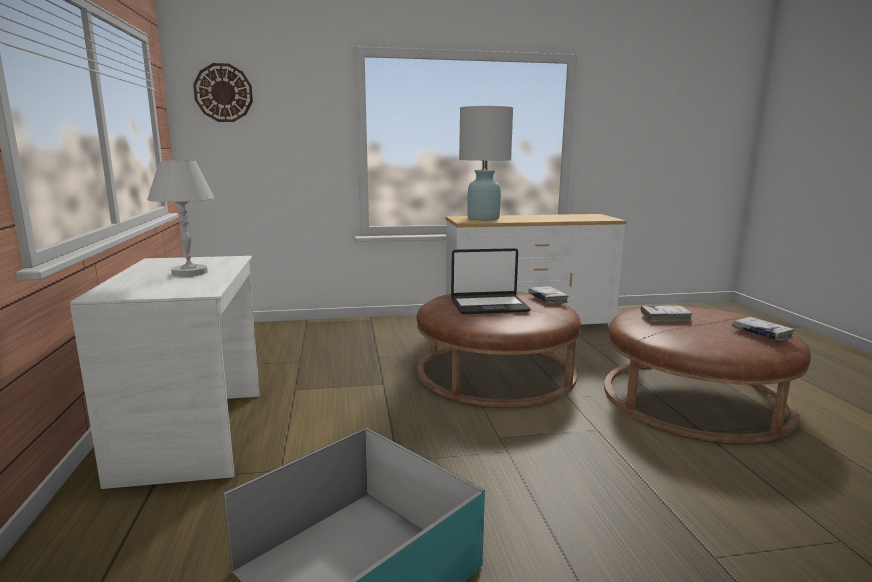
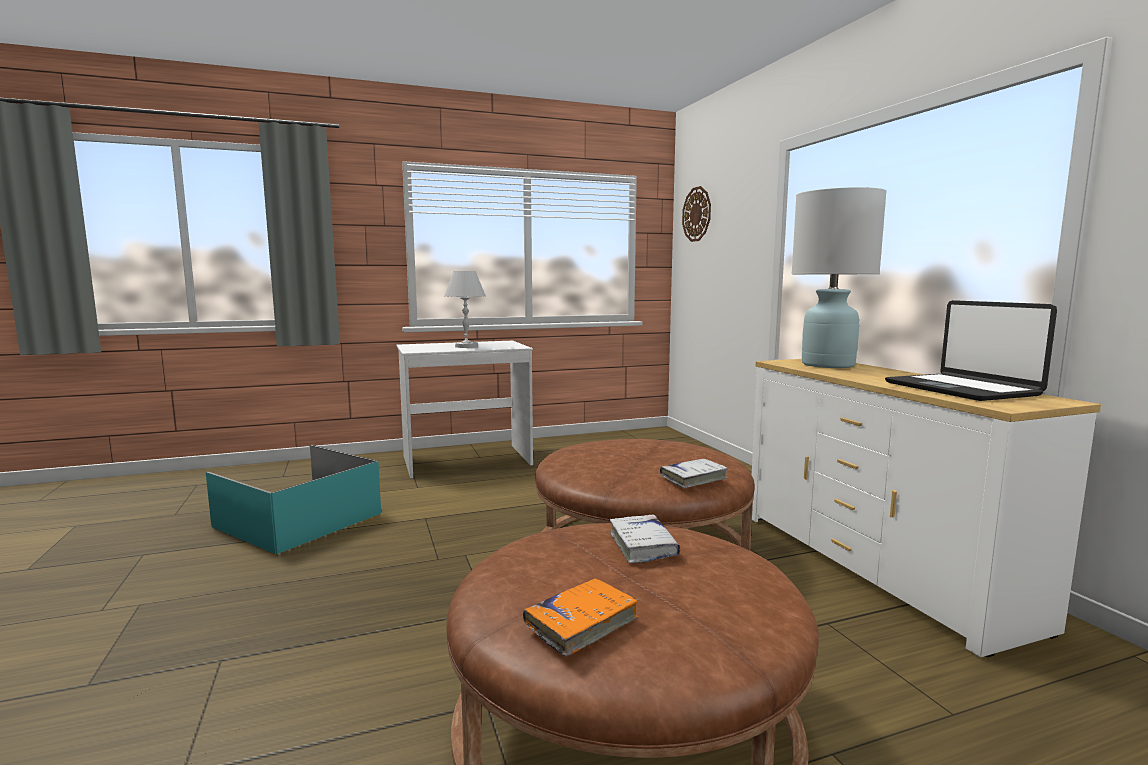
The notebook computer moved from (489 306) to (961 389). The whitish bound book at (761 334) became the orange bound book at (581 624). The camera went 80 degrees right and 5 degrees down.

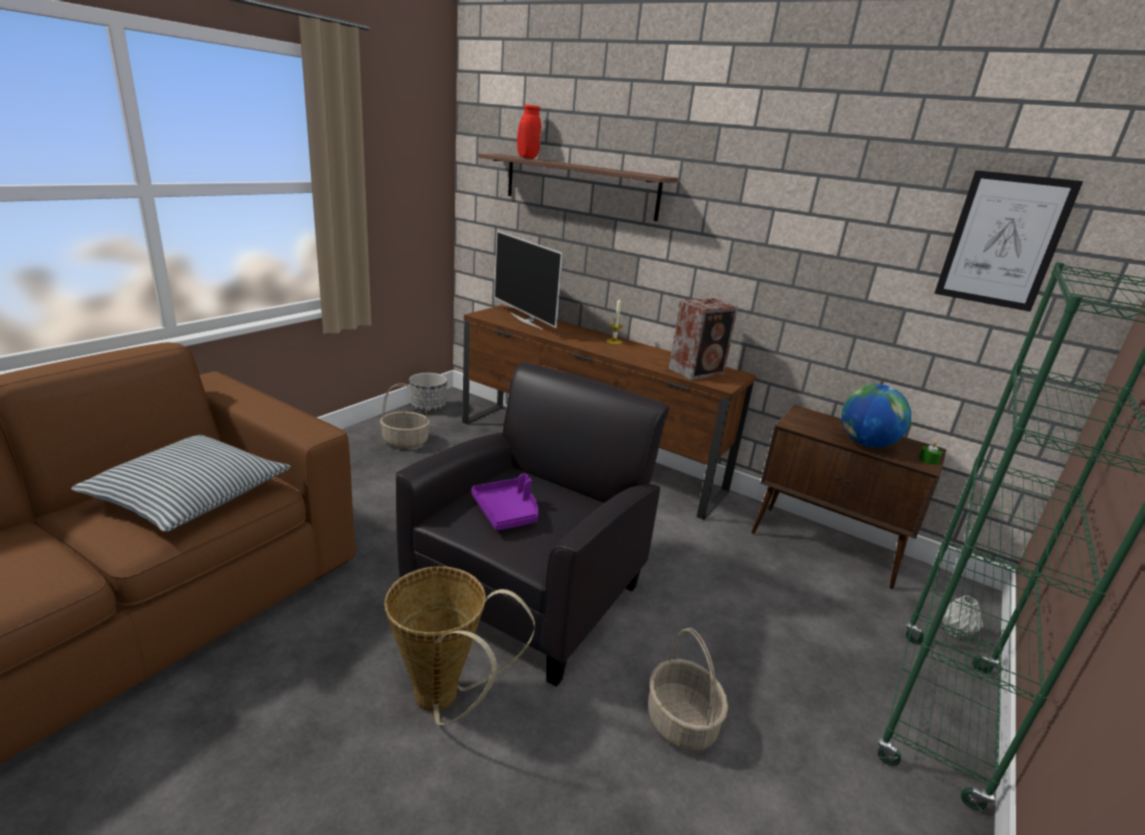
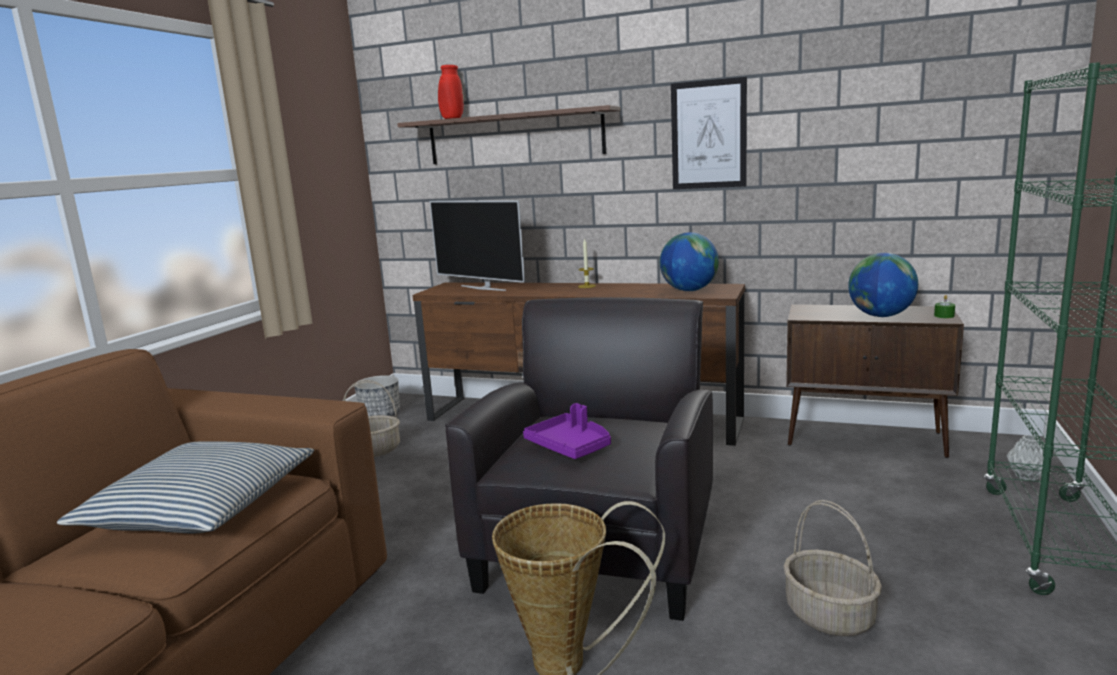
The wall picture moved from (1003 241) to (708 135). The speaker at (698 371) was replaced by the world globe at (689 290). The camera went 10 degrees left and 10 degrees down.

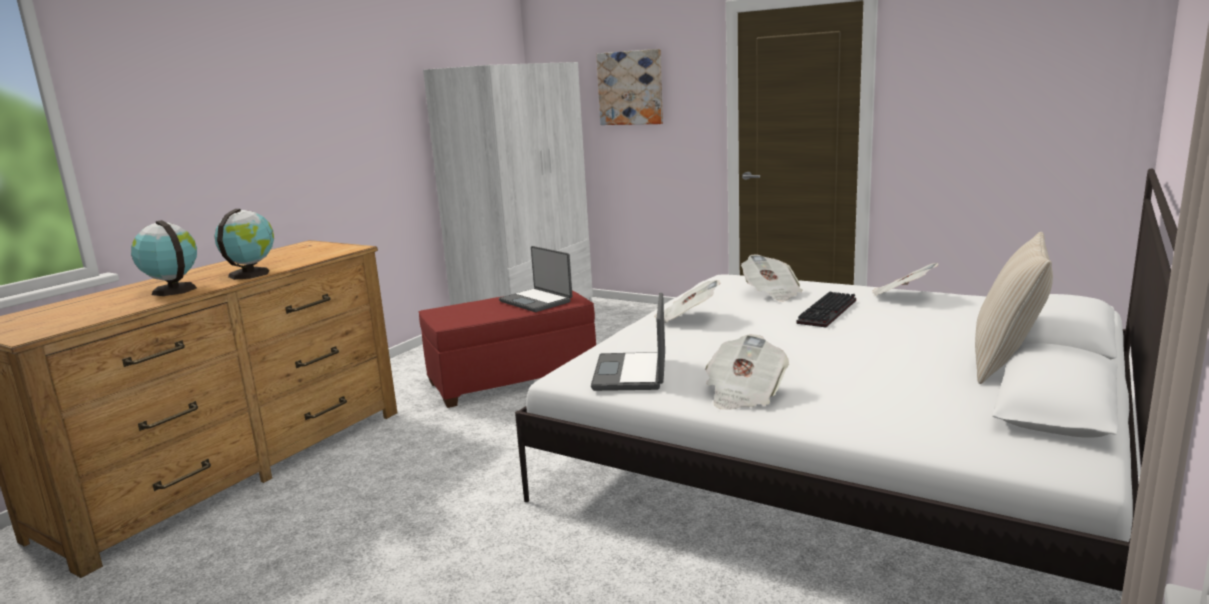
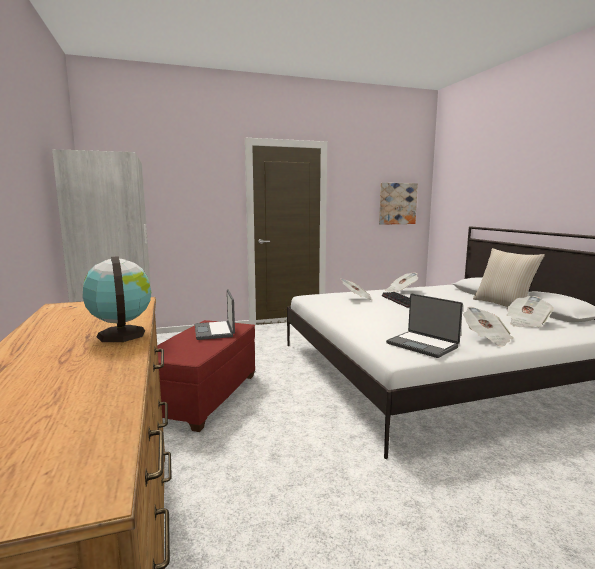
The world globe at (173 290) disappeared. The wall picture moved from (630 88) to (397 203). The printed paper moved from (686 318) to (526 323). The notebook computer at (536 301) turned 75 degrees clockwise. The camera went 50 degrees left and 5 degrees down.

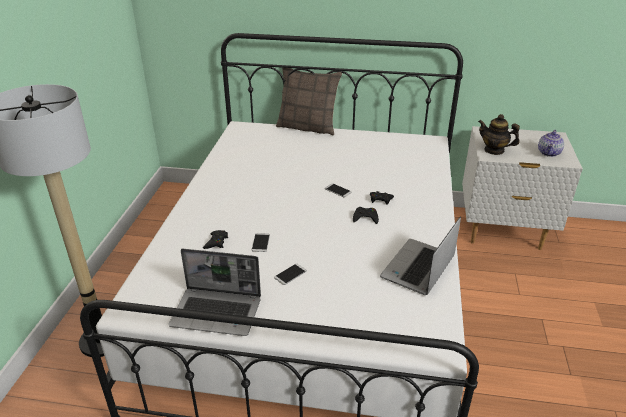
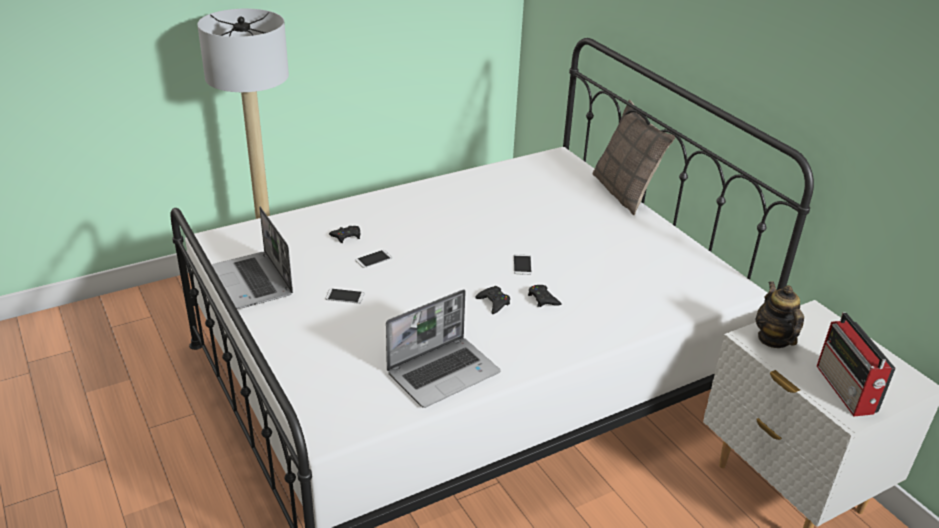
The tea pot at (549 153) was replaced by the radio set at (846 390). The notebook computer at (418 269) turned 150 degrees clockwise. The camera went 50 degrees right and 0 degrees up.

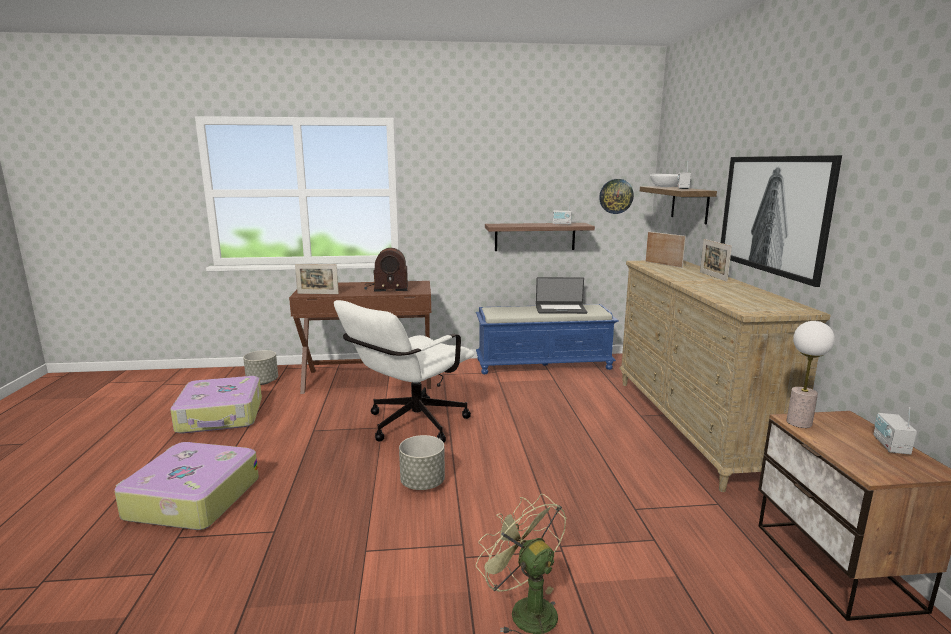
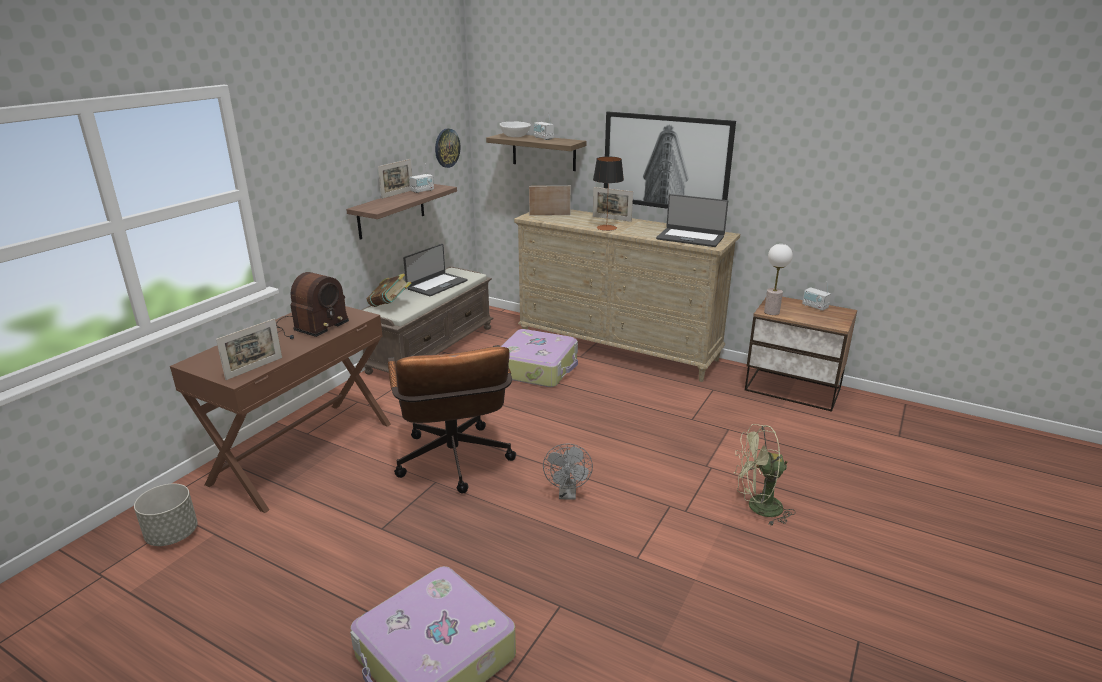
The bound book at (390 306) appeared. The standing frame at (397 194) appeared. The tabletop lamp at (606 228) appeared. The notebook computer at (690 238) appeared. The travel case moved from (221 416) to (537 368). The gray flower pot at (423 483) was replaced by the gray fan at (568 494). The whitish desk chair at (409 426) became the brown-coloured desk chair at (455 465). The bluish bench at (544 364) became the brown-coloured bench at (431 348). The camera went 55 degrees left and 10 degrees up.

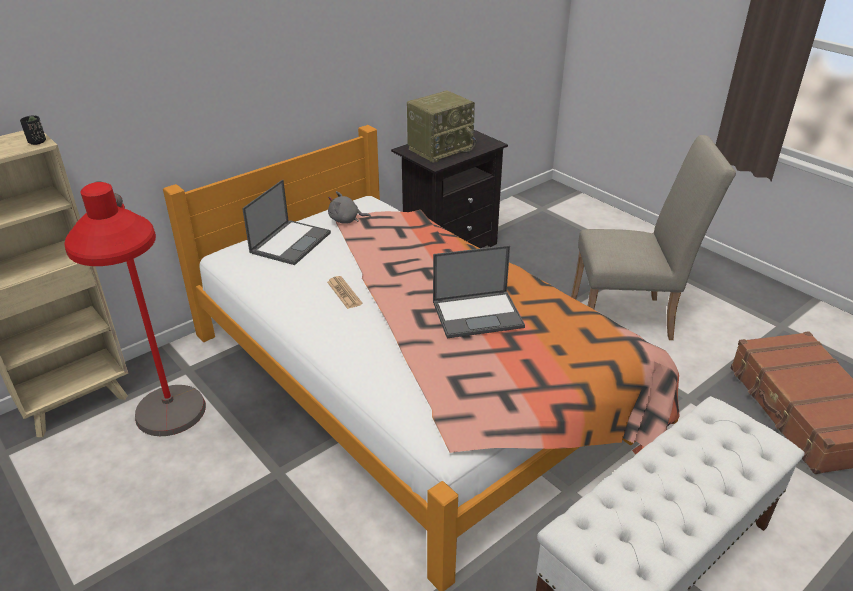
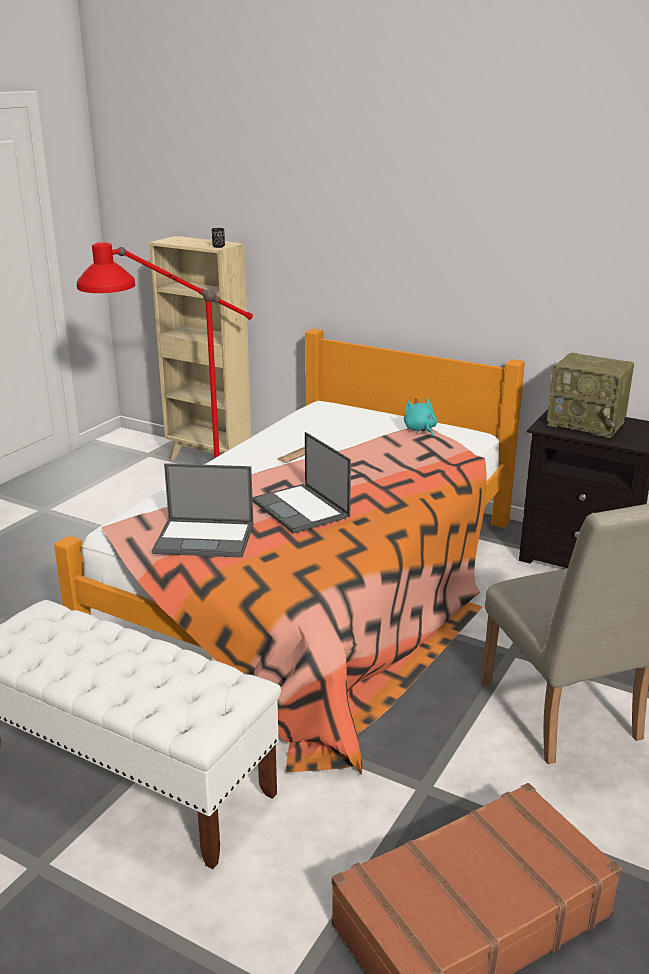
The notebook computer moved from (291 242) to (206 538). The gray plush toy at (346 220) became the turquoise plush toy at (420 430). The camera went 70 degrees right and 10 degrees down.

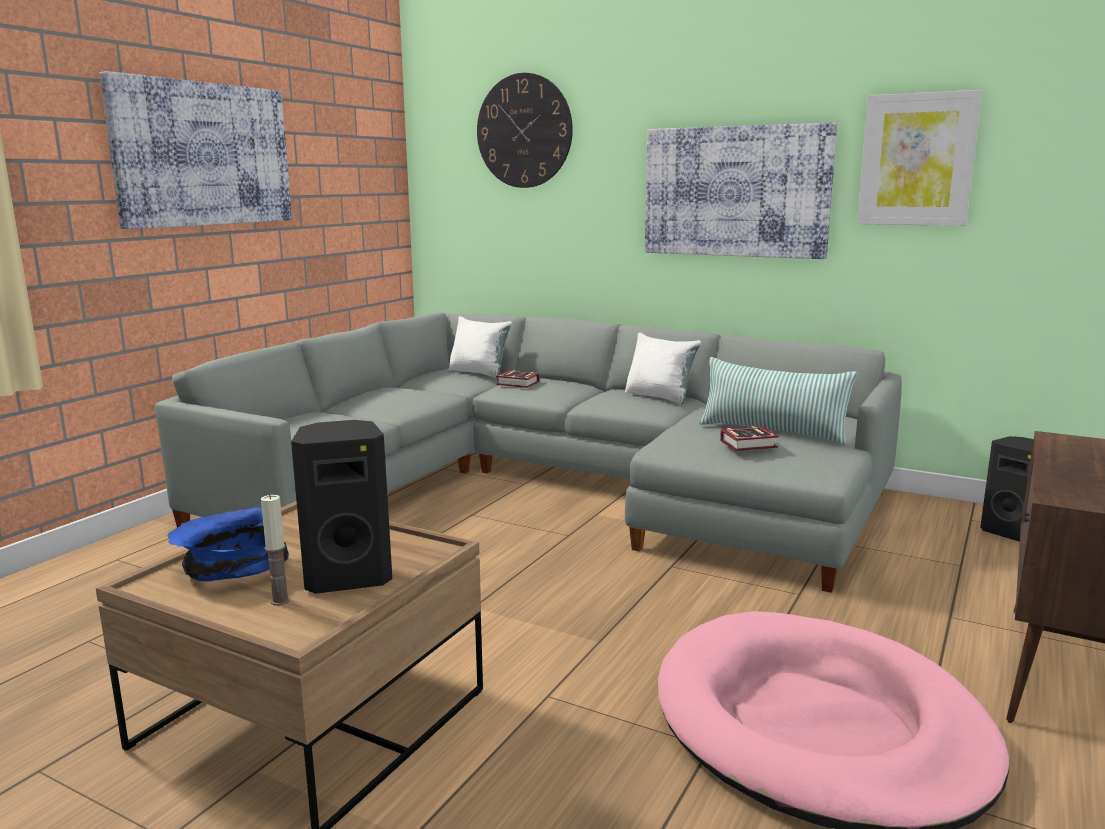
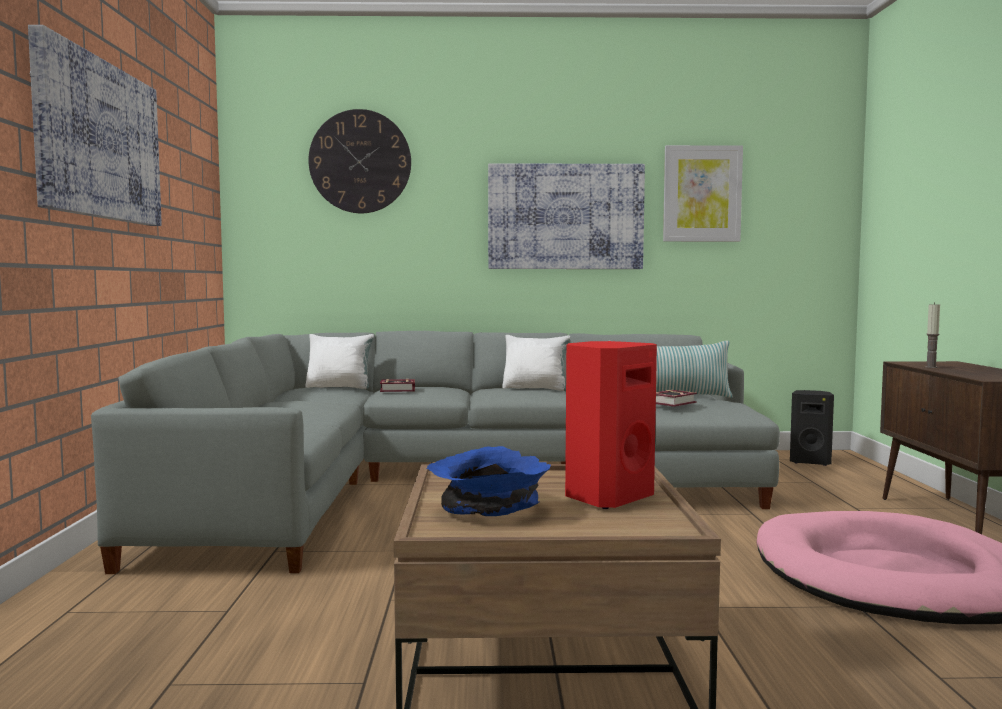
The wax light moved from (280 601) to (931 367). The black-coloured speaker at (348 577) became the red speaker at (606 497). The camera went 30 degrees left and 10 degrees down.

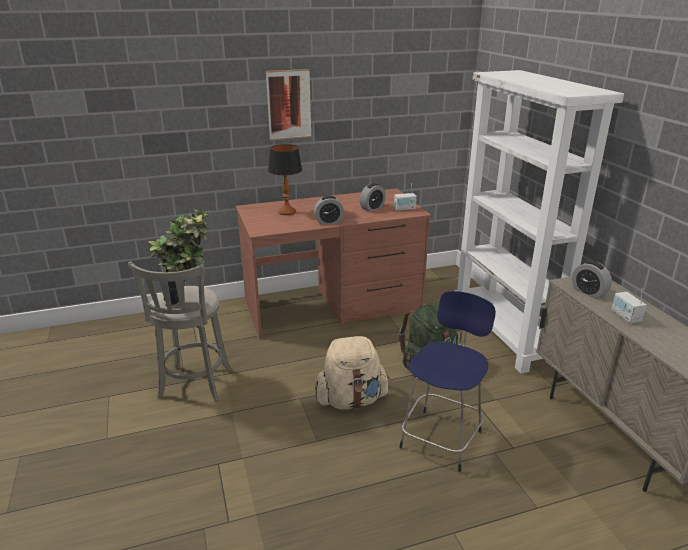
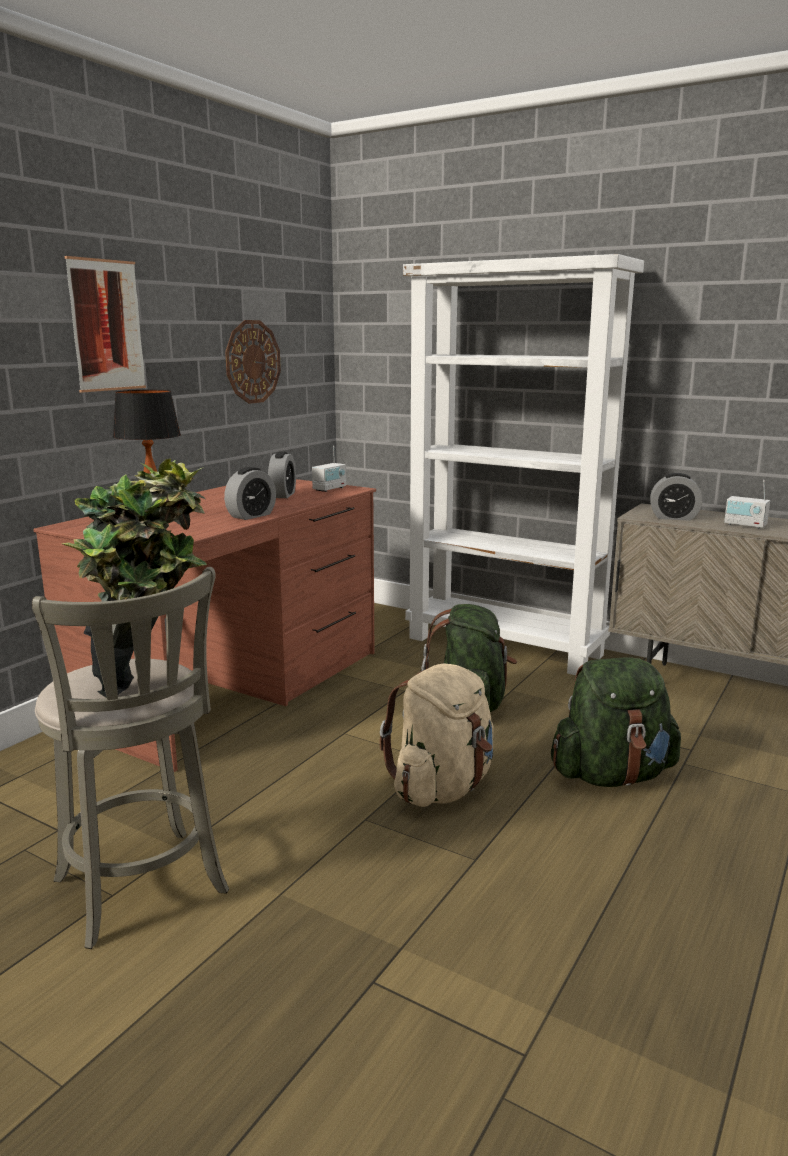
The hanging clock at (252 362) appeared. The bluish sitting stool at (442 437) was replaced by the green knapsack at (612 775). The camera went 40 degrees left and 10 degrees down.

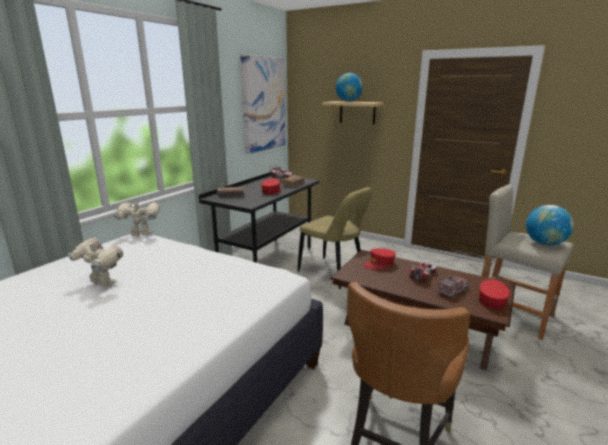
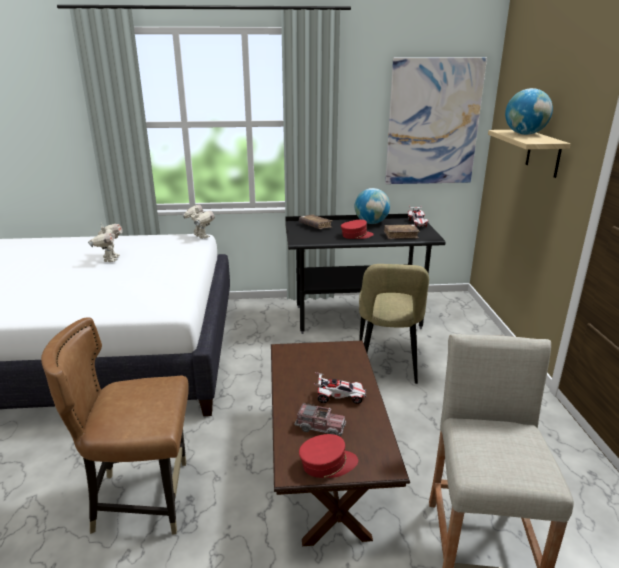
The red cap at (379 264) disappeared. The world globe moved from (544 243) to (371 223). The camera went 55 degrees right and 5 degrees up.

